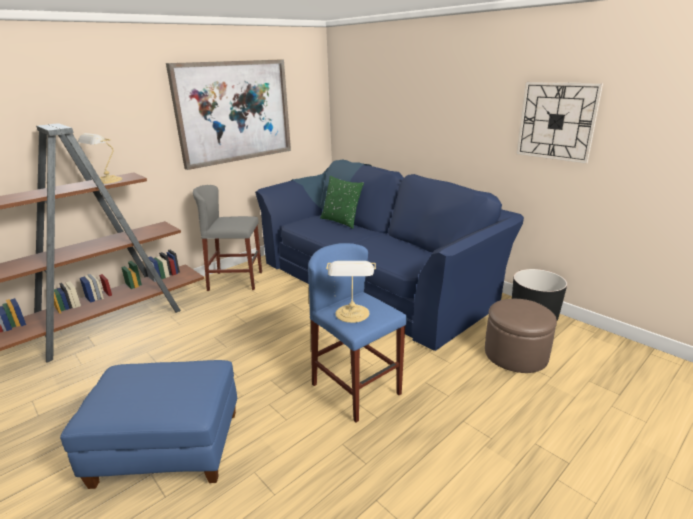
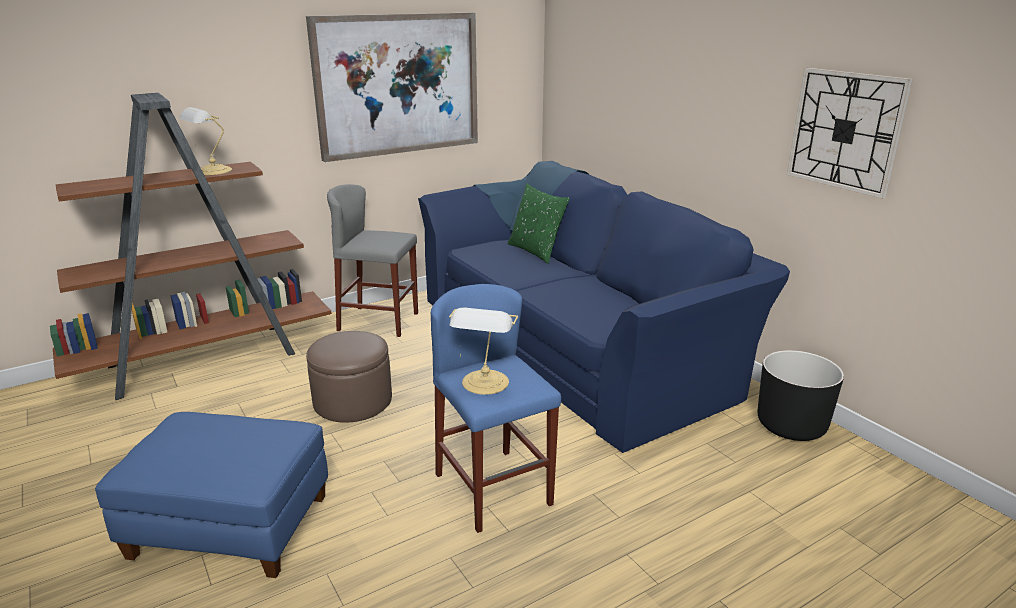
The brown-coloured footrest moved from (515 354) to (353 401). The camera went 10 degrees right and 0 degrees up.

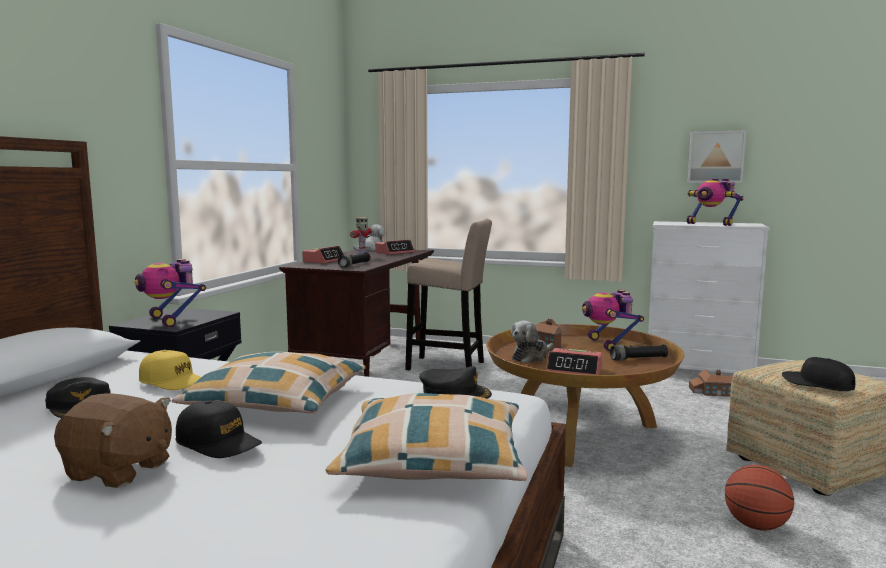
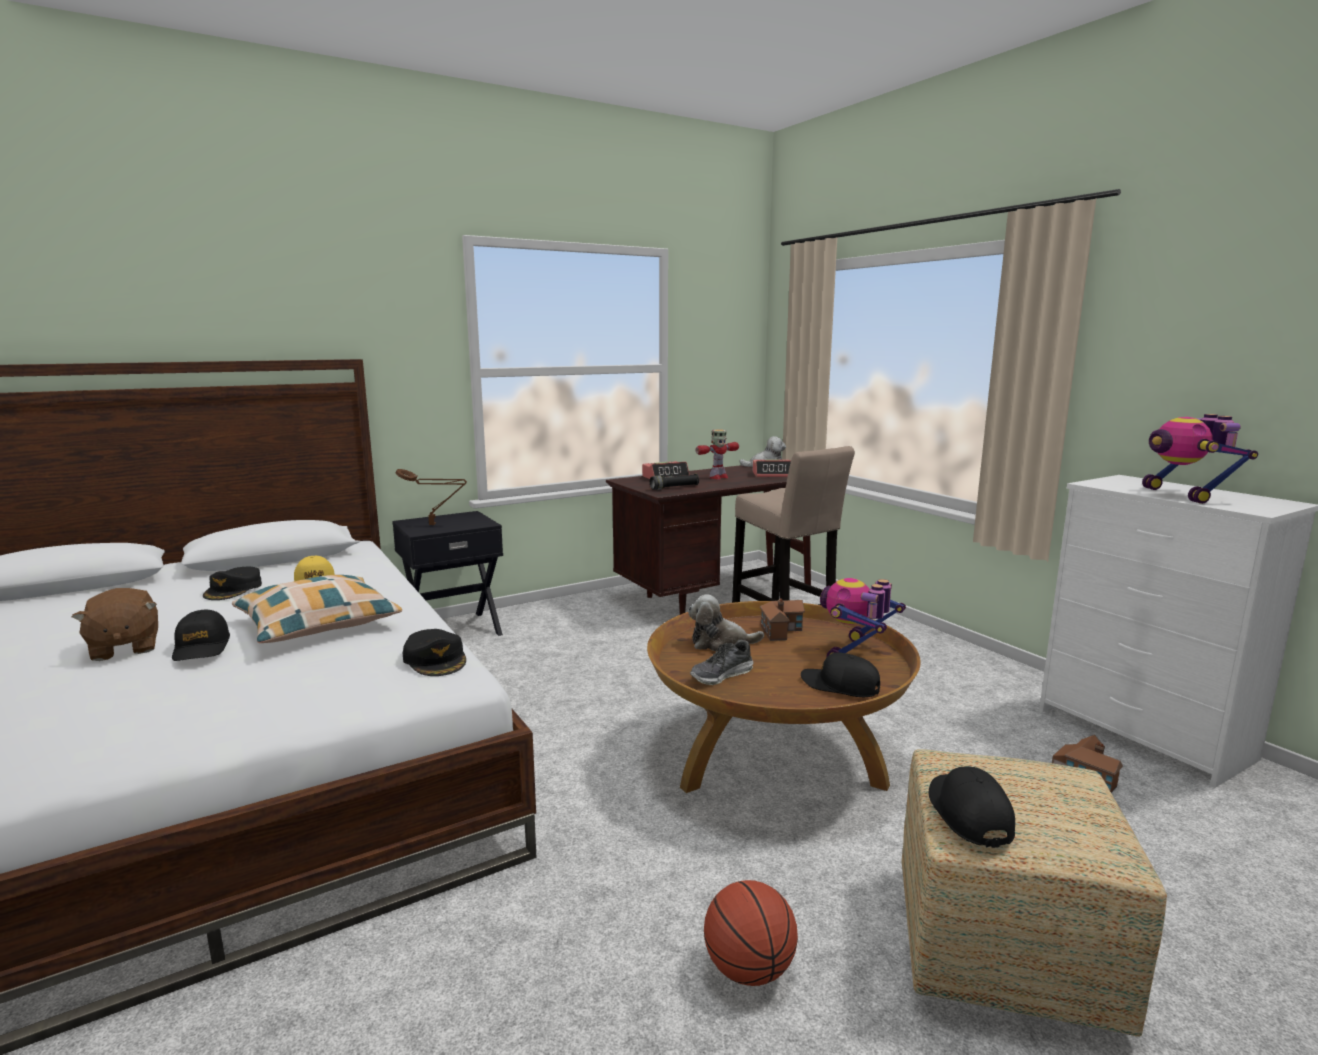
The pillow at (433 459) disappeared. The wall picture at (716 157) disappeared. The robot figure at (171 321) was replaced by the brown-coloured tabletop lamp at (435 525). The table clock at (574 371) was replaced by the low shoe at (722 675). The black-coloured flashlight at (638 359) was replaced by the black-coloured cap at (840 685). The camera went 40 degrees right and 5 degrees up.

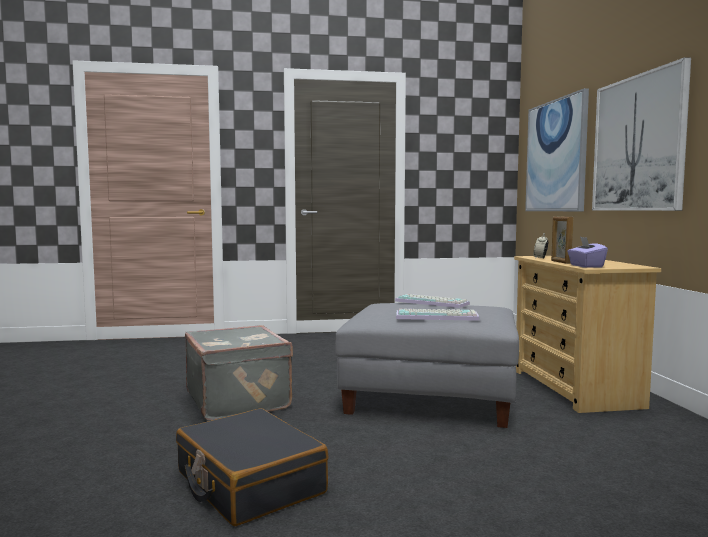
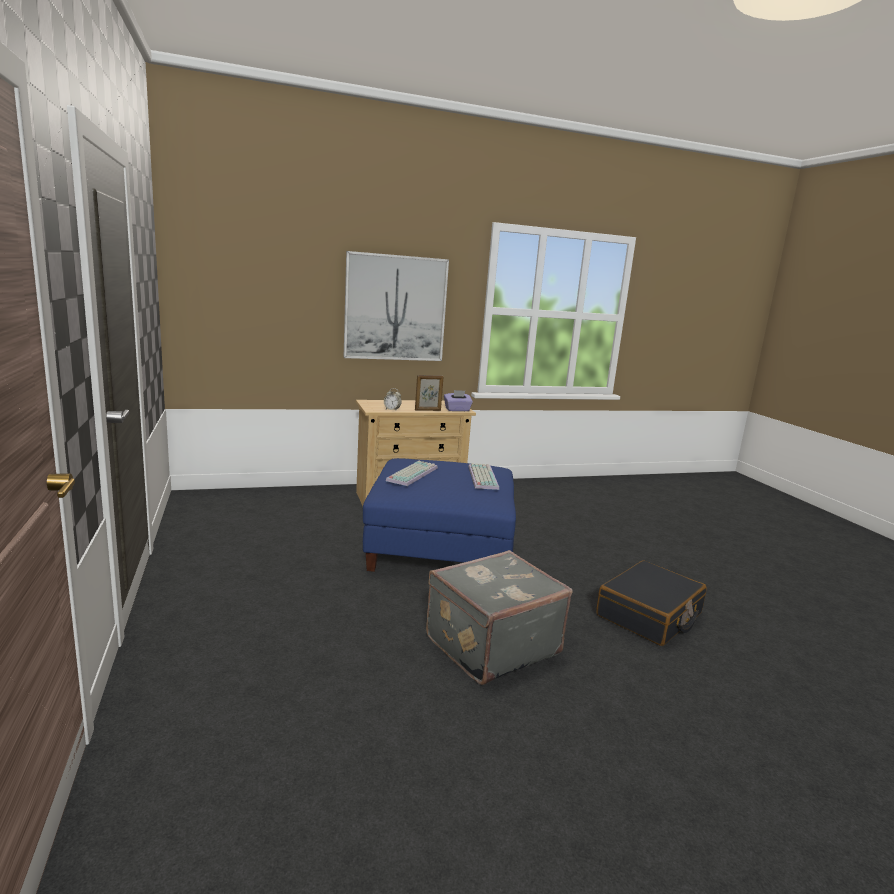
The wall picture at (556 156) disappeared. The gray footrest at (432 394) became the bluish footrest at (439 547). The camera went 100 degrees left and 10 degrees up.

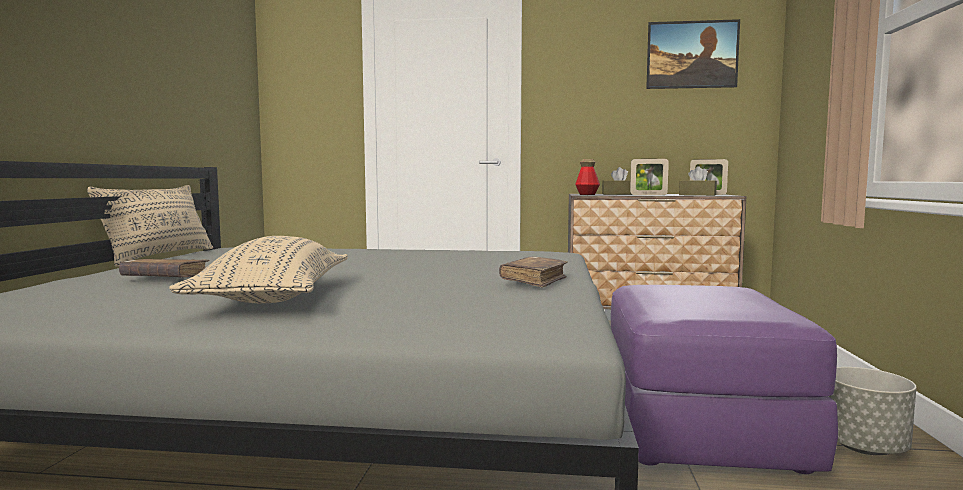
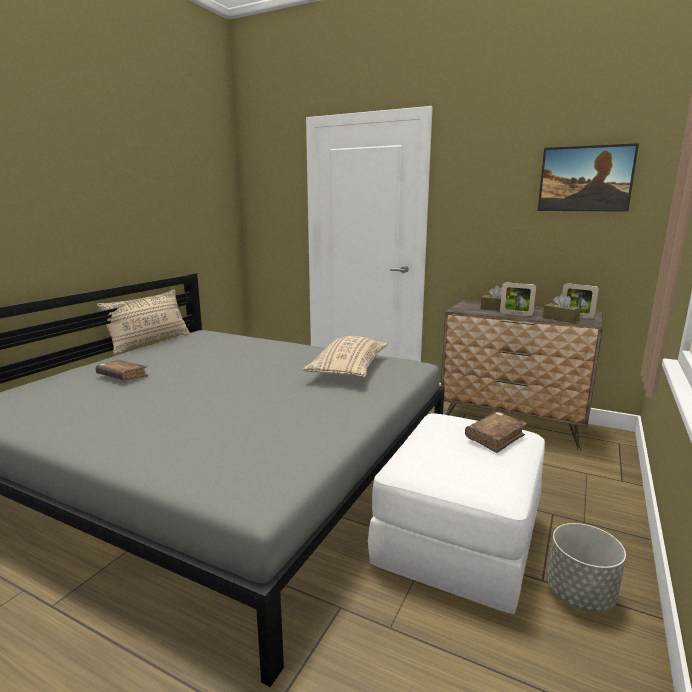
The drink bottle at (587 194) disappeared. The beige pillow moved from (275 297) to (348 369). The brown-coloured bound book moved from (534 281) to (495 438). The purple-coloured footrest at (698 427) became the whitish footrest at (458 540). The camera went 20 degrees right and 10 degrees up.

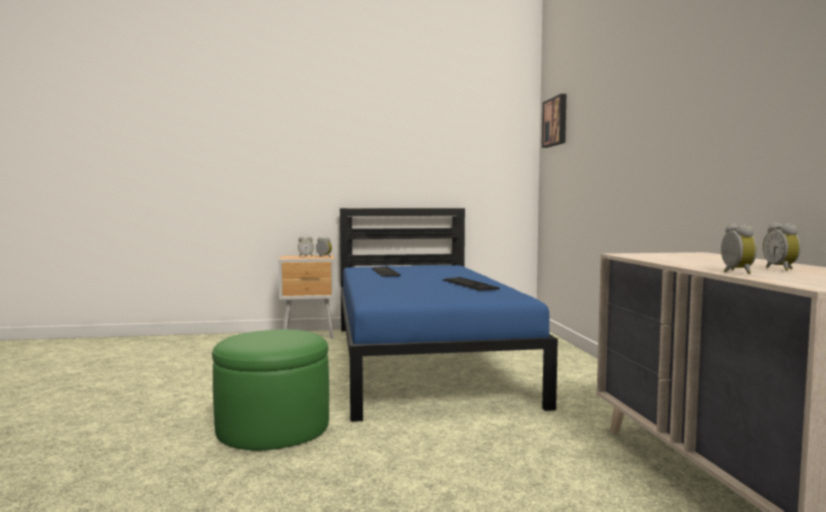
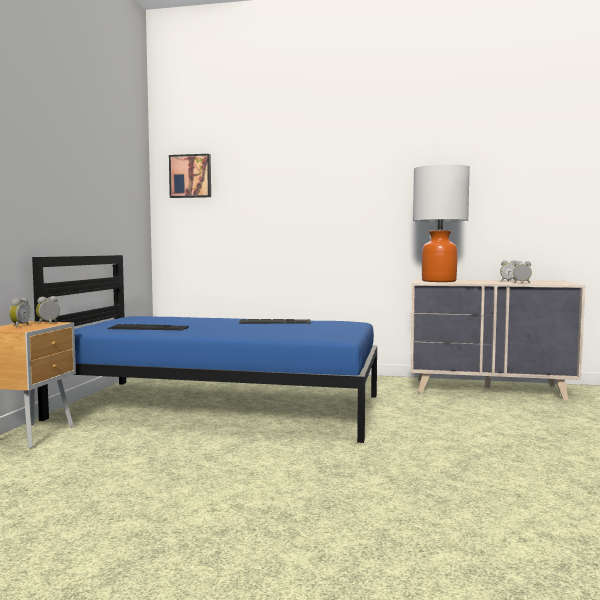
The green footrest at (273 427) disappeared. The tabletop lamp at (438 281) appeared. The camera went 70 degrees left and 0 degrees up.

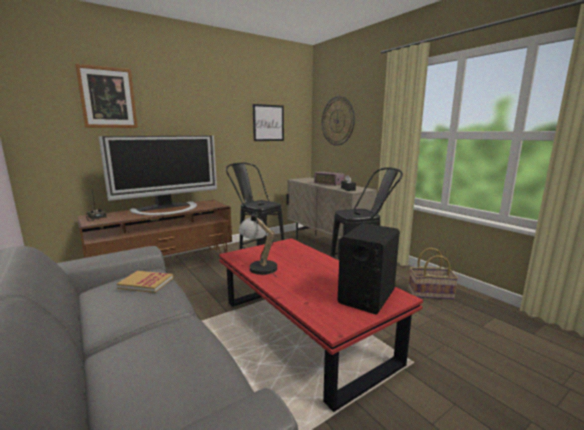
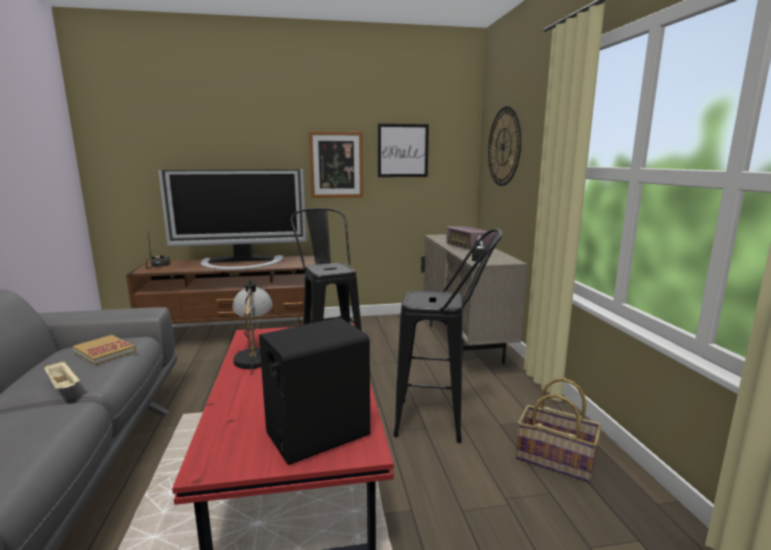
The beige carrying tray at (63 385) appeared. The wall picture moved from (108 97) to (336 165). The camera went 25 degrees right and 0 degrees up.

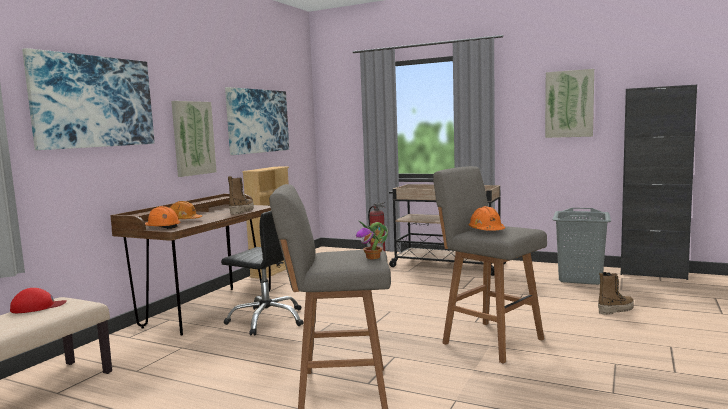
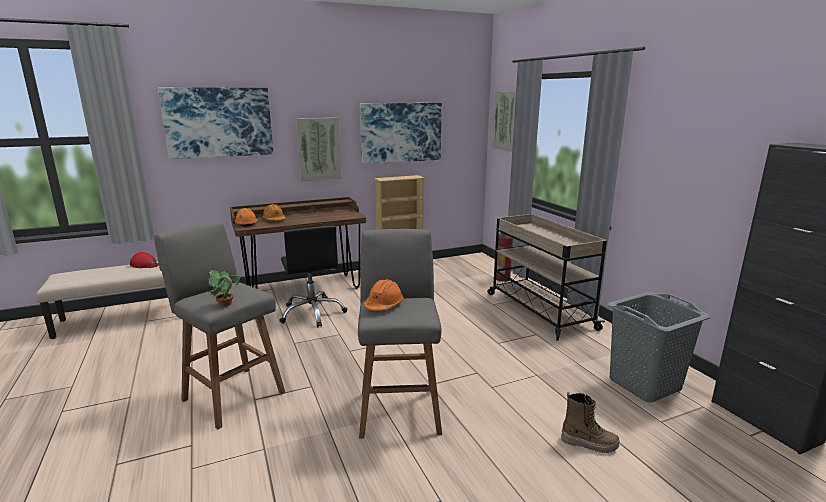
The boot at (241 211) disappeared. The wall picture moved from (569 104) to (507 121). The camera went 40 degrees right and 10 degrees up.

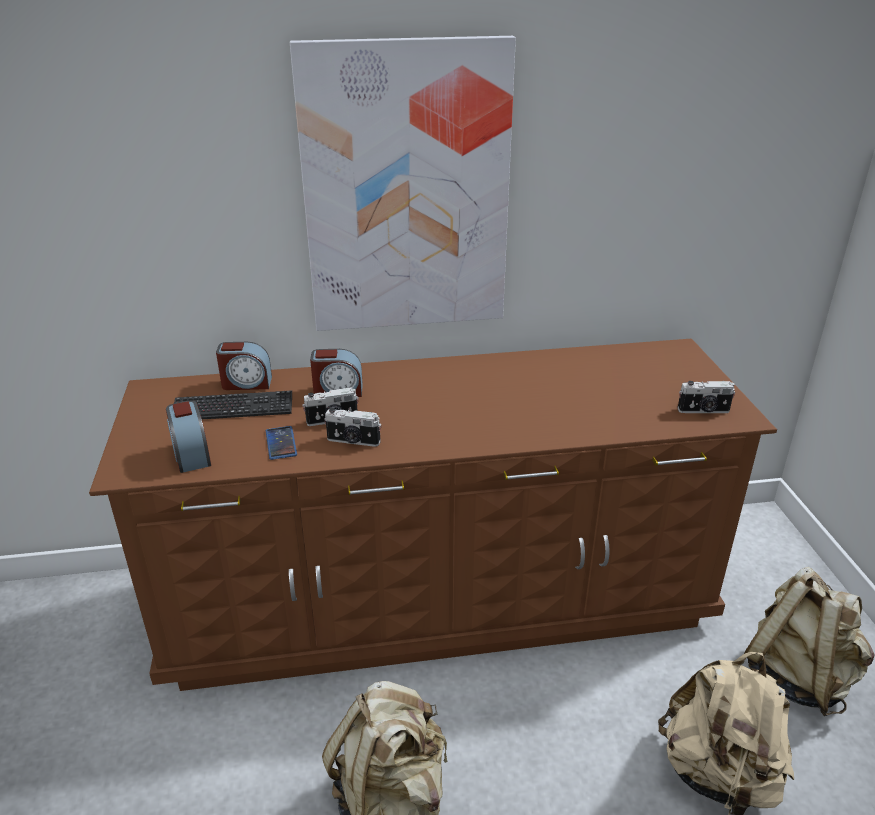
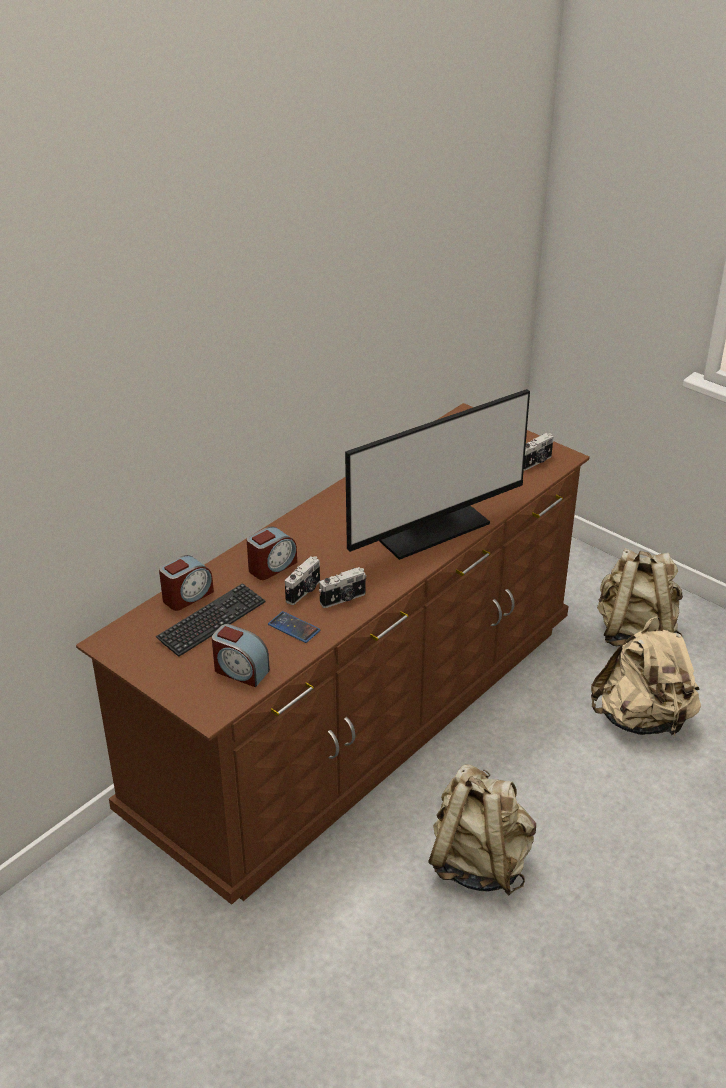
The wall picture at (406 192) disappeared. The computer screen at (428 526) appeared. The camera went 40 degrees left and 5 degrees up.

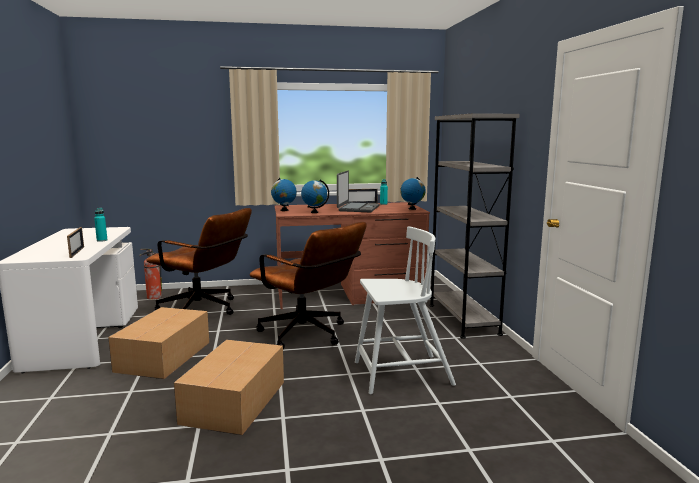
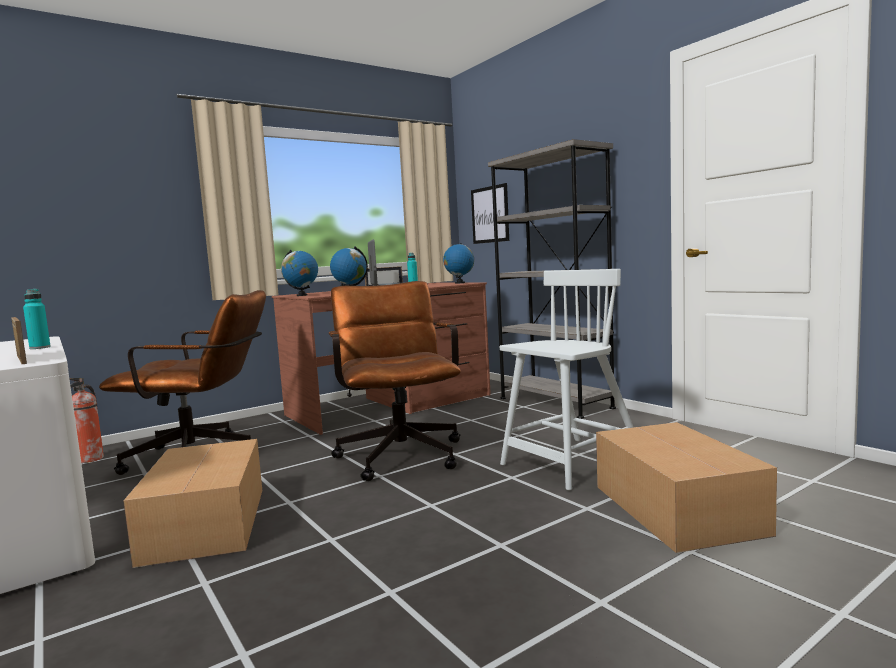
The wall picture at (490 214) appeared. The packing box moved from (236 401) to (676 508). The brown-coloured desk chair at (308 335) turned 120 degrees counterclockwise. The camera went 25 degrees left and 5 degrees down.

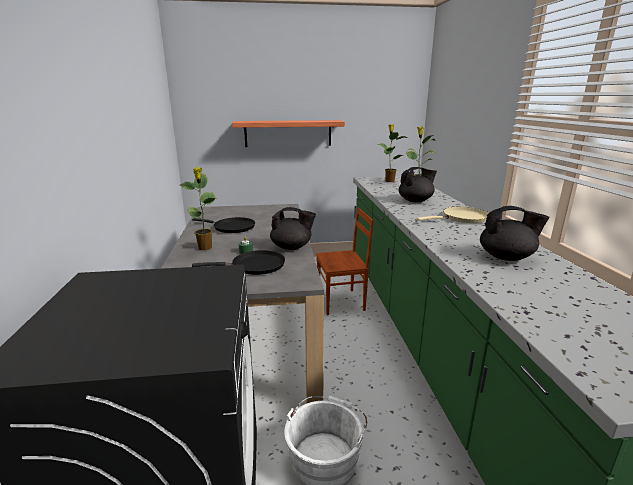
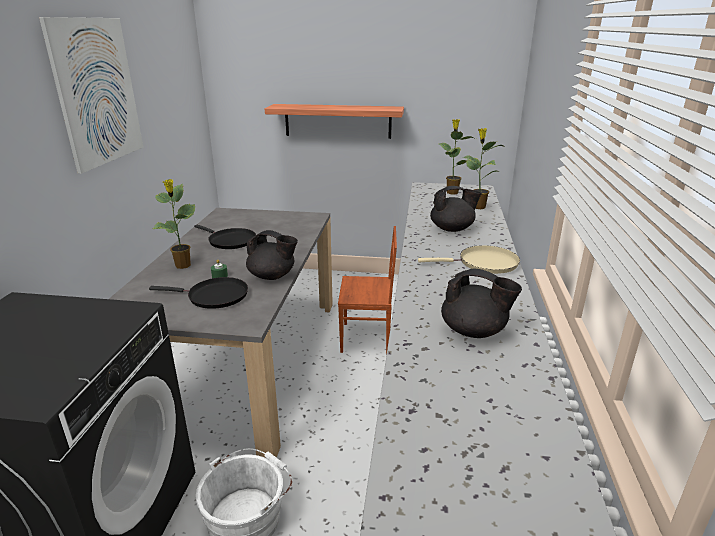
The wall picture at (97 92) appeared. The camera went 15 degrees right and 5 degrees up.

